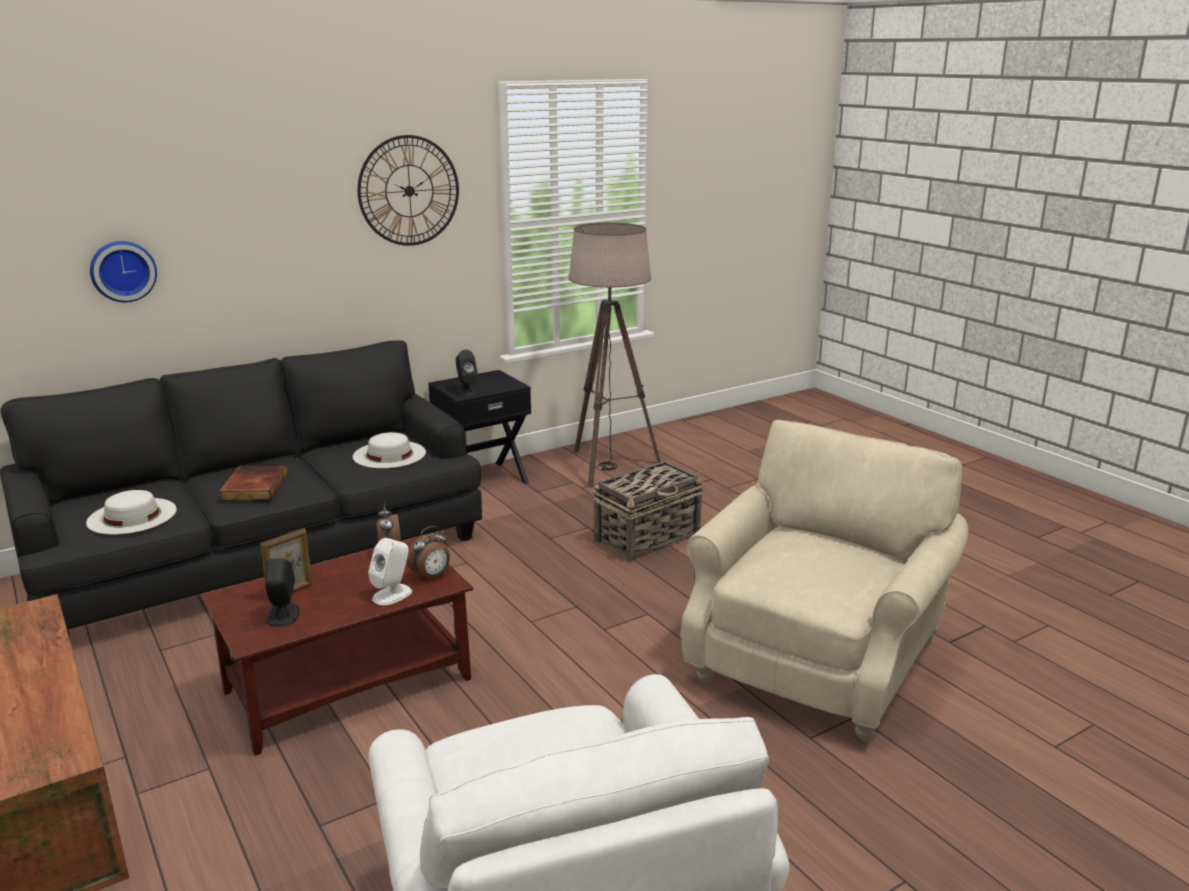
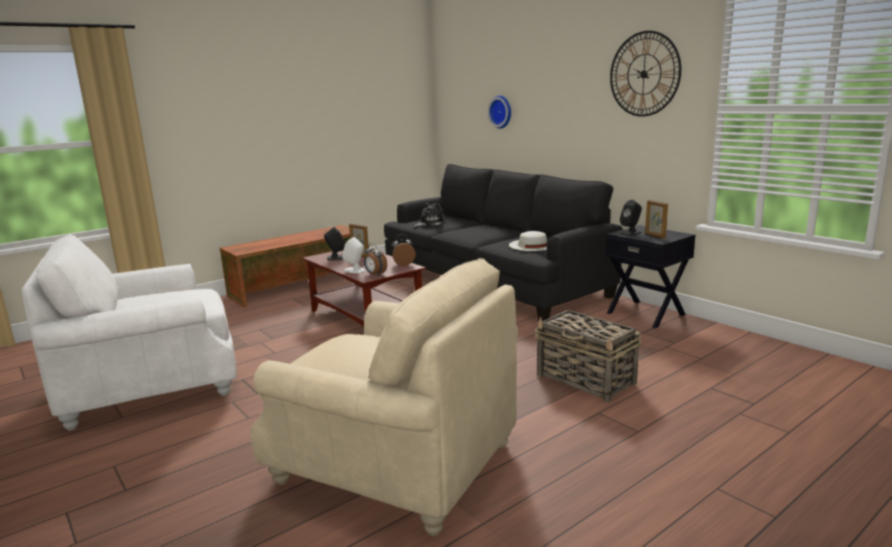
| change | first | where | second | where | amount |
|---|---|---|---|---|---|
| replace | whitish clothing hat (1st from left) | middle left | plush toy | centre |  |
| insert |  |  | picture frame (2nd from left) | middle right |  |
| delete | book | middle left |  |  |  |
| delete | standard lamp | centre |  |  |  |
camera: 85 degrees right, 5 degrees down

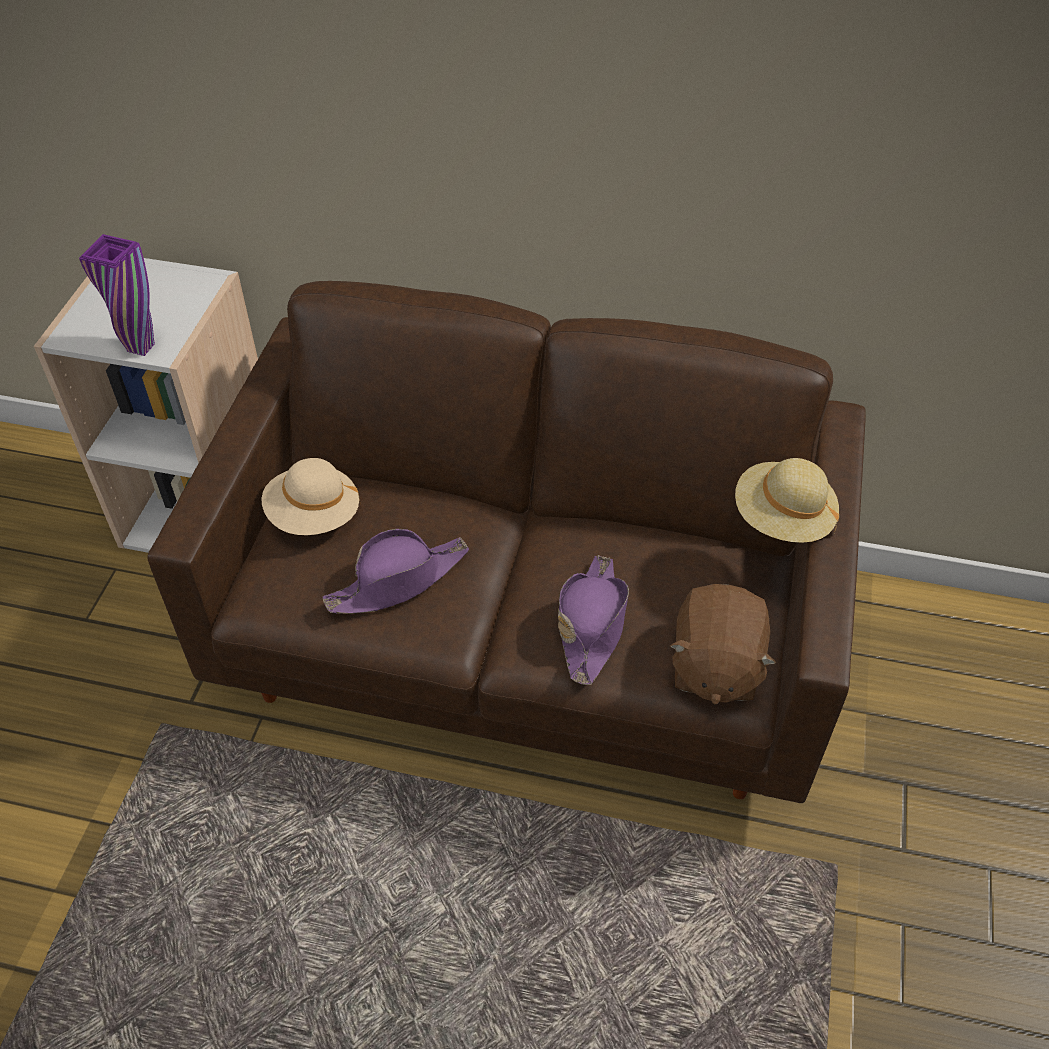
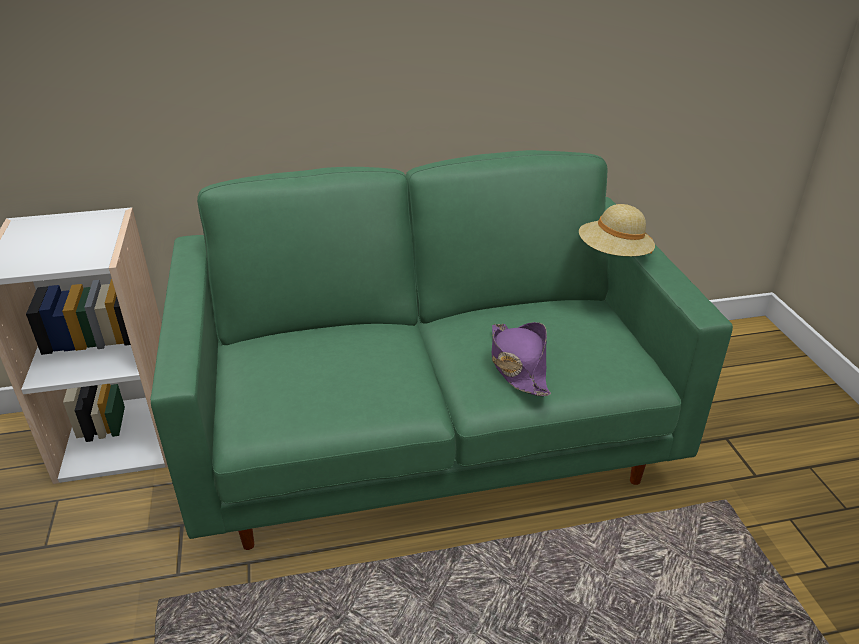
| change | first | where | second | where | amount |
|---|---|---|---|---|---|
| recolor | brown-coloured settee | centre | green settee | centre |  |
| delete | purple decorative vase | top left |  |  |  |
| delete | beige-coloured clothing hat (1st from left) | middle left |  |  |  |
| delete | purple clothing hat (1st from left) | centre |  |  |  |
| delete | brown-coloured plush toy | middle right |  |  |  |
camera: 25 degrees left, 15 degrees down

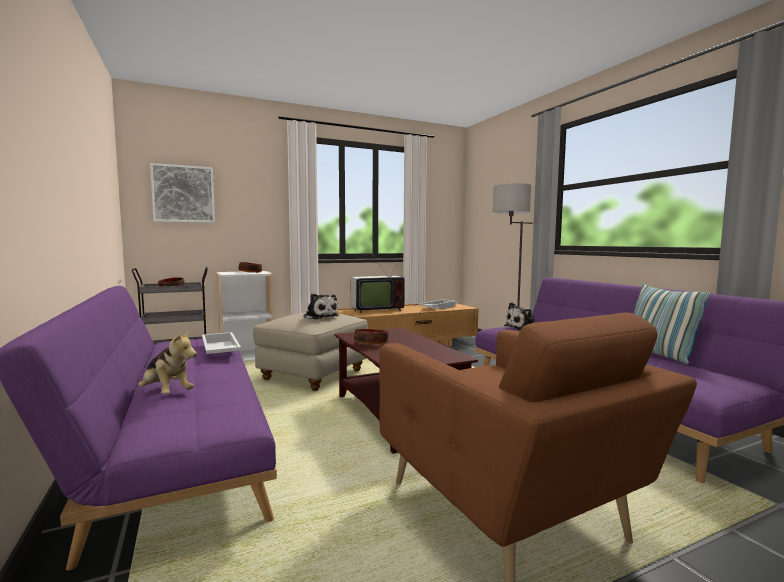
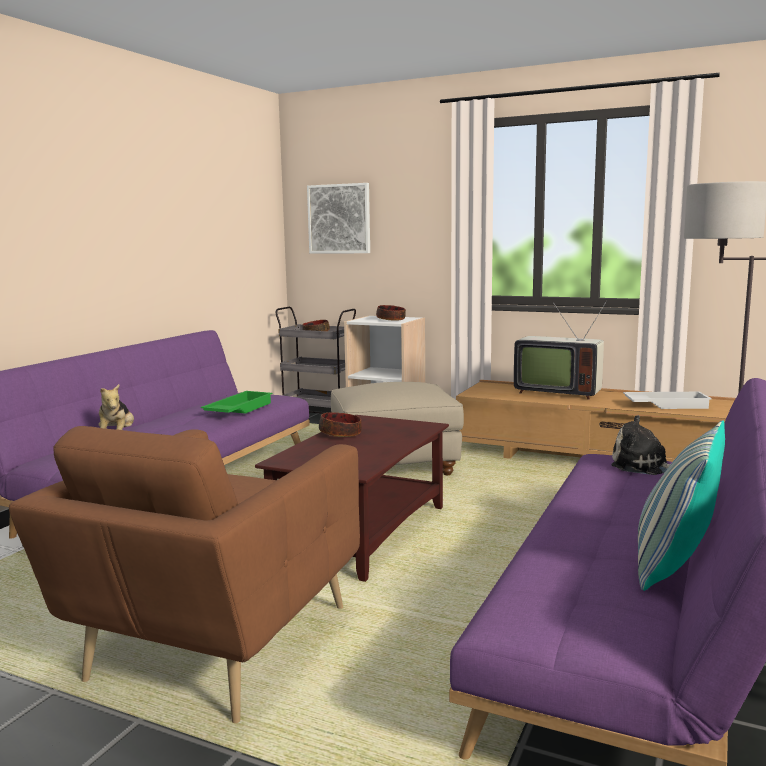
| change | first | where | second | where | amount |
|---|---|---|---|---|---|
| recolor | whitish carrying tray (1st from left) | middle left | green carrying tray | middle left |  |
| delete | plush toy (2nd from left) | centre |  |  |  |
camera: 50 degrees right, 5 degrees up

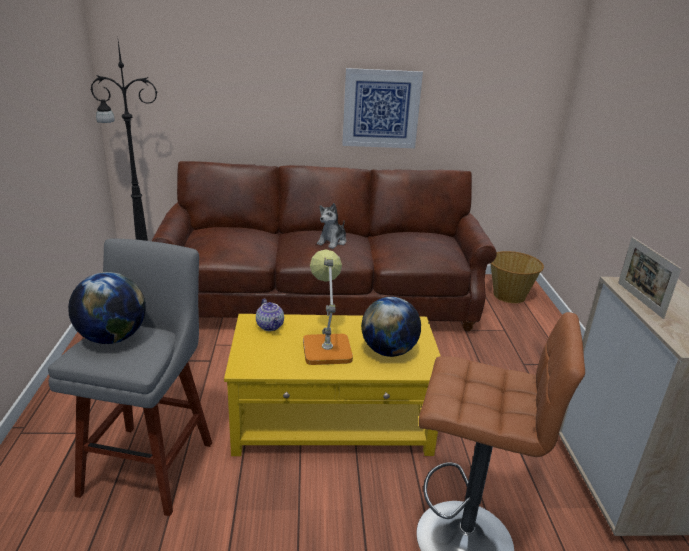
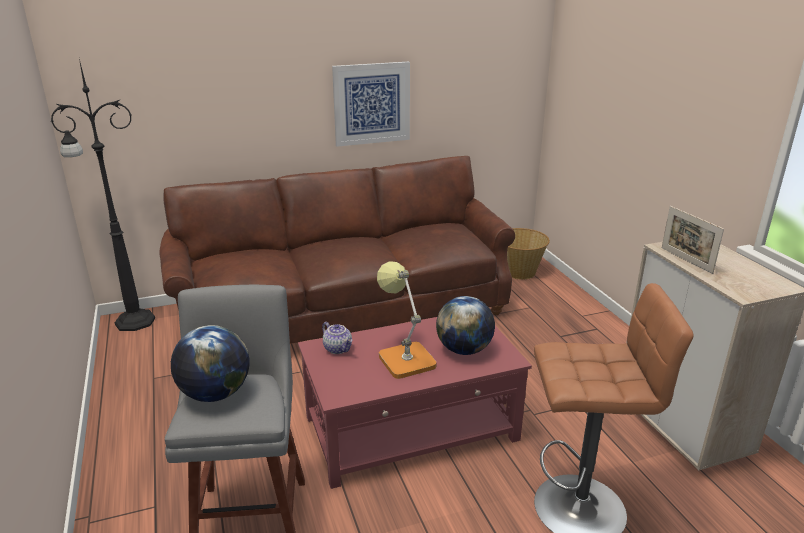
| change | first | where | second | where | amount |
|---|---|---|---|---|---|
| recolor | yellowish coffee table | bottom centre | red-coloured coffee table | bottom centre |  |
| delete | plush toy | centre |  |  |  |
camera: 15 degrees left, 0 degrees up

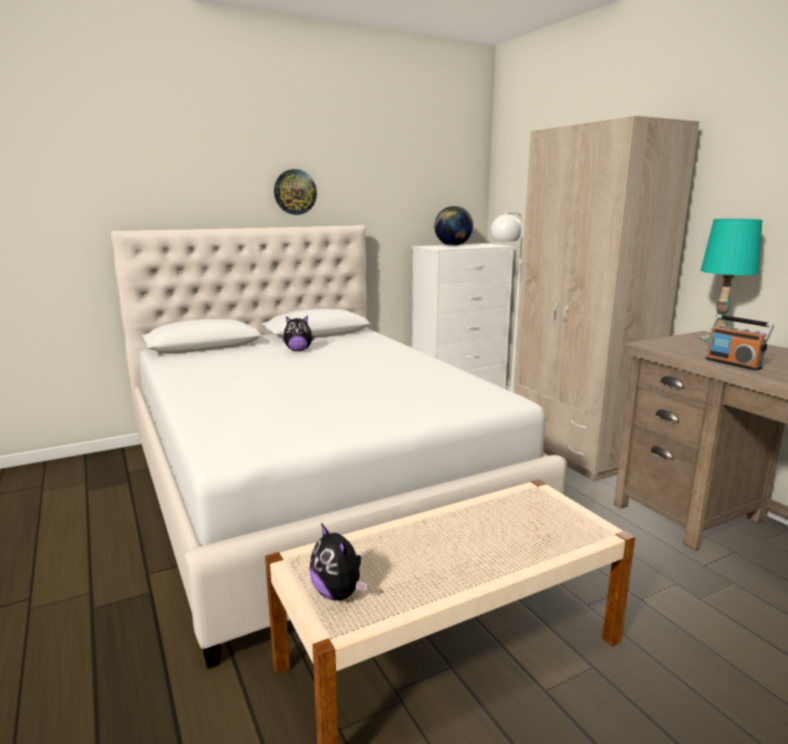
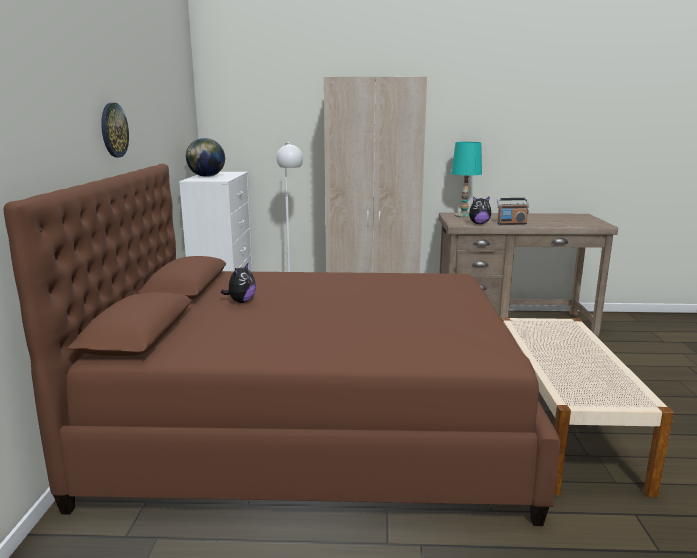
| change | first | where | second | where | amount |
|---|---|---|---|---|---|
| recolor | whitish sleeping bed | centre | brown-coloured sleeping bed | centre |  |
| move | plush toy (2nd from left) | bottom centre |  | middle right |  |
camera: 60 degrees left, 0 degrees up

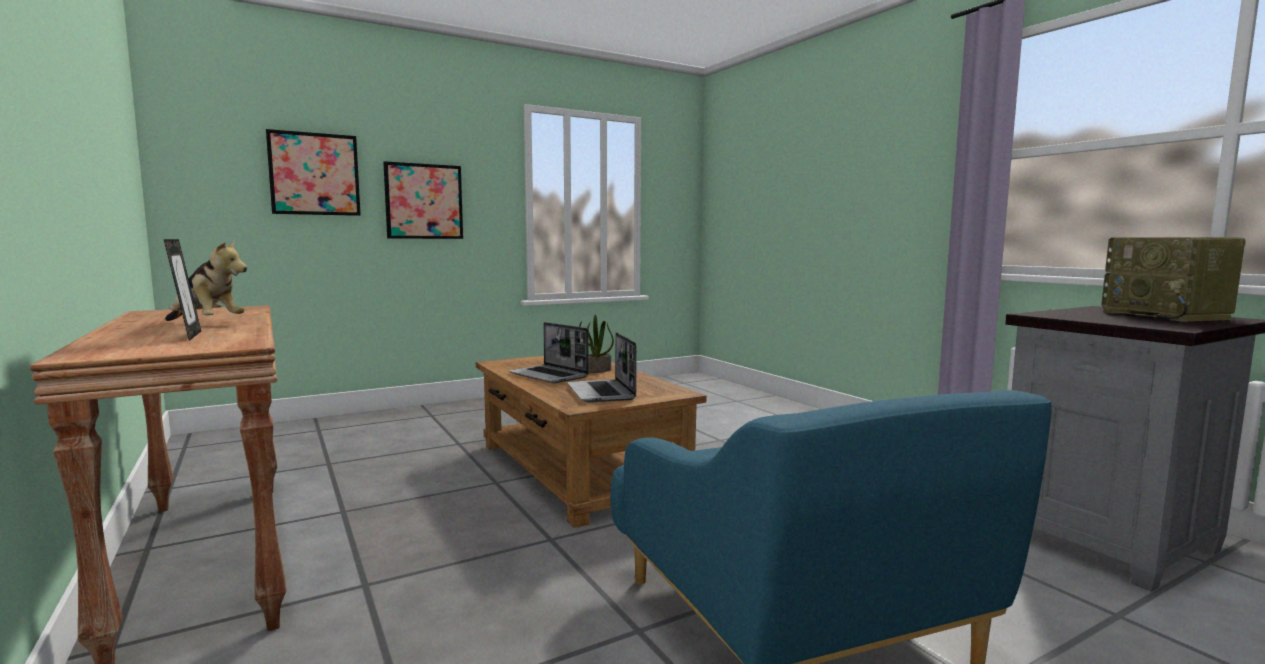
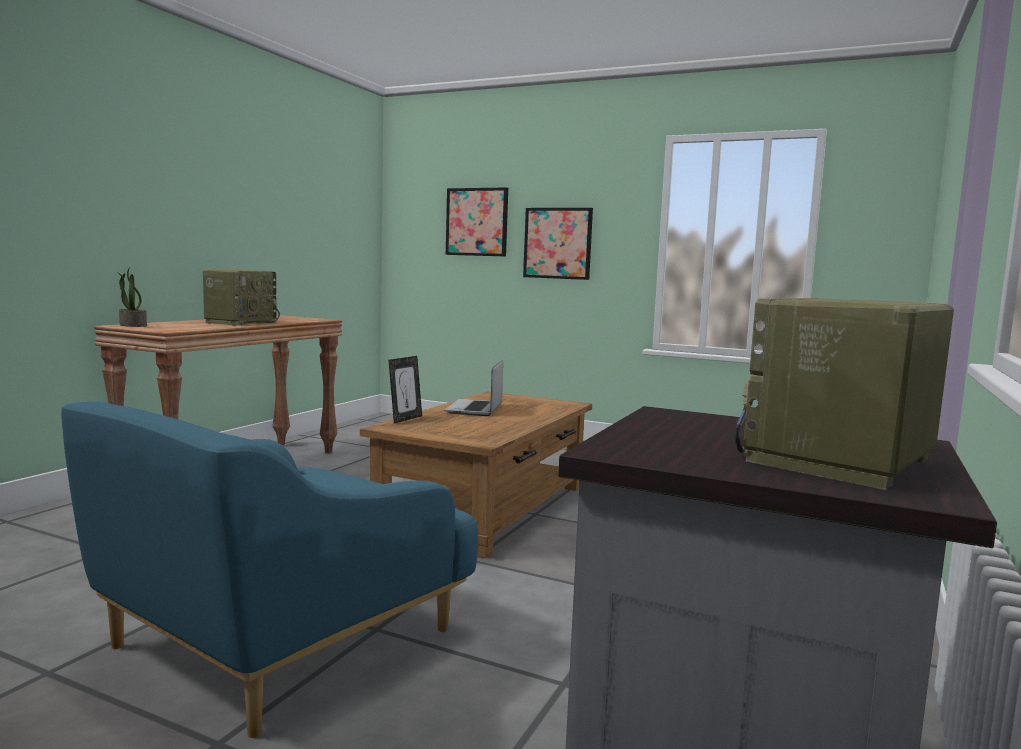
| change | first | where | second | where | amount |
|---|---|---|---|---|---|
| move | potted plant | centre |  | middle left |  |
| replace | plush toy | middle left | radio set (1st from left) | middle left |  |
| move | picture frame | middle left |  | centre |  |
| delete | laptop (2nd from left) | centre |  |  |  |
camera: 55 degrees right, 0 degrees up

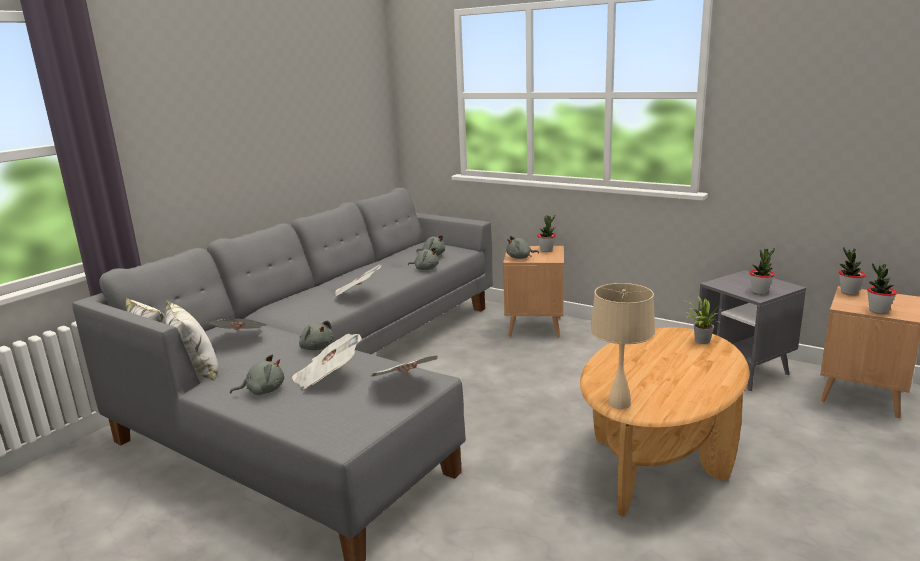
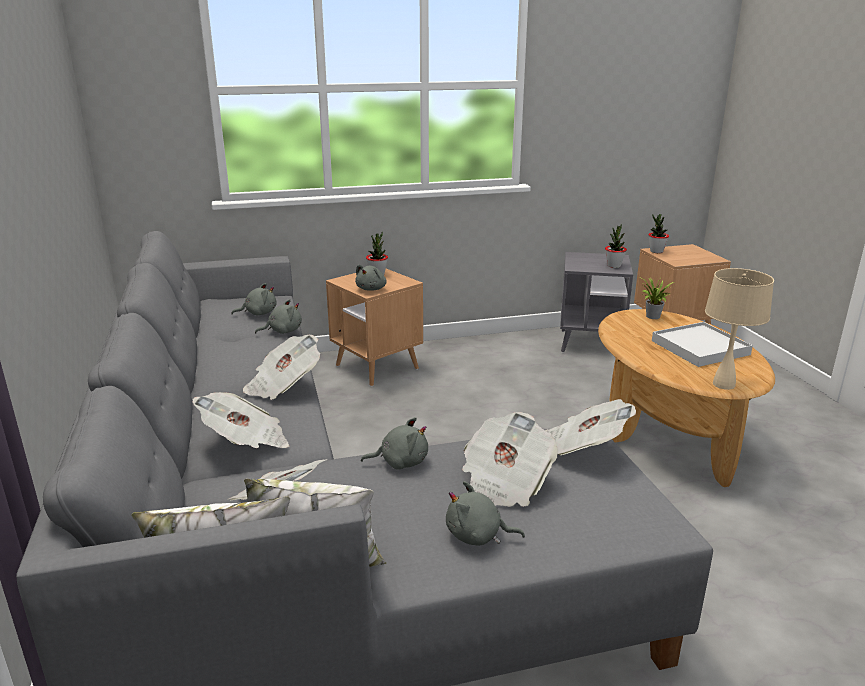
| change | first | where | second | where | amount |
|---|---|---|---|---|---|
| insert |  |  | printed paper (1st from left) | middle left |  |
| rotate | gray plush toy (1st from left in the first image) | bottom left | gray plush toy (5th from left) | bottom centre | 105 degrees counterclockwise |
| insert |  |  | whitish carrying tray | middle right |  |
| delete | potted plant (5th from left) | middle right |  |  |  |
camera: 50 degrees left, 5 degrees up

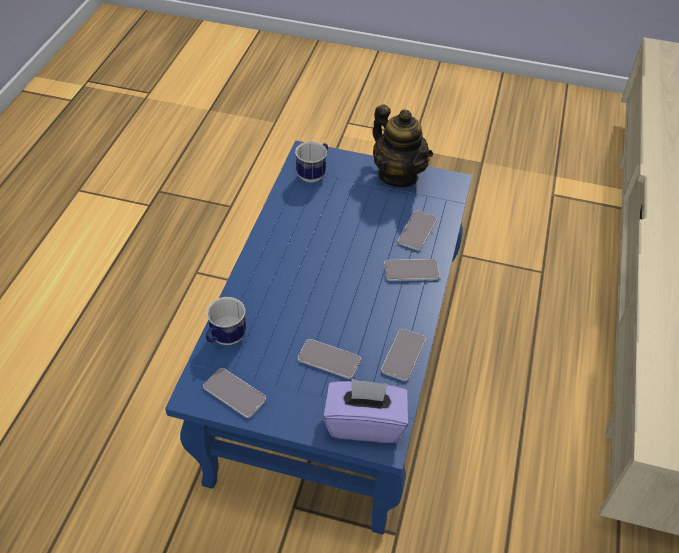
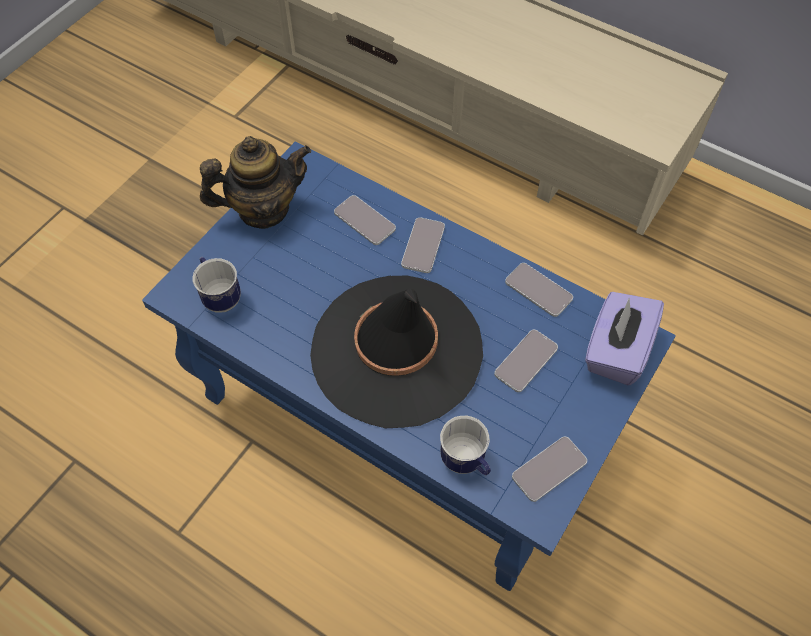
| change | first | where | second | where | amount |
|---|---|---|---|---|---|
| insert |  |  | blackish clothing hat | centre |  |
camera: 70 degrees left, 10 degrees up

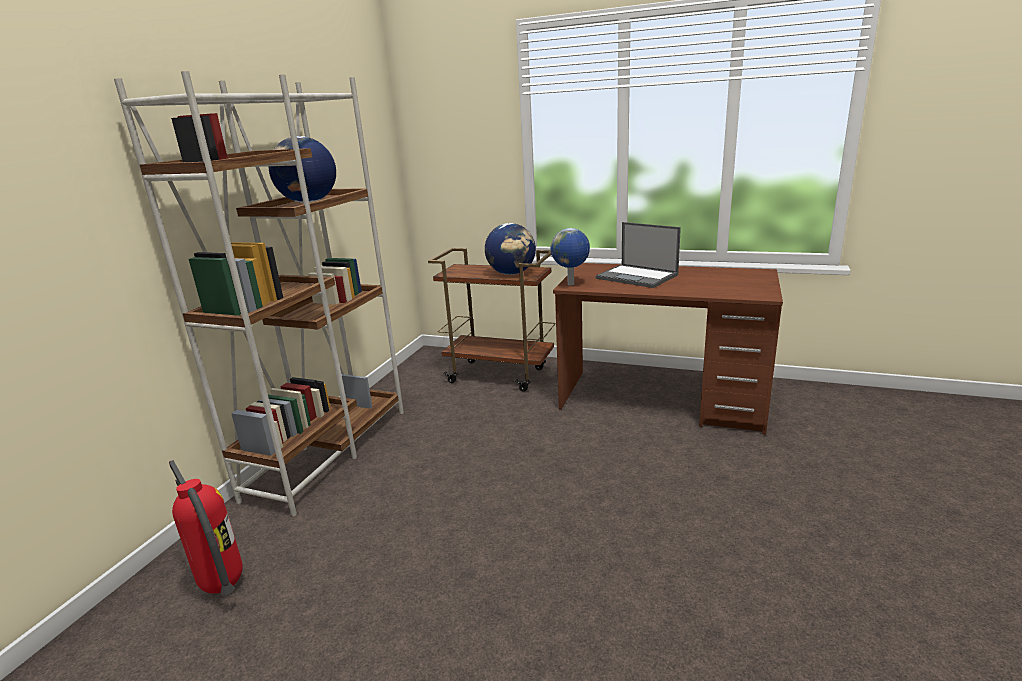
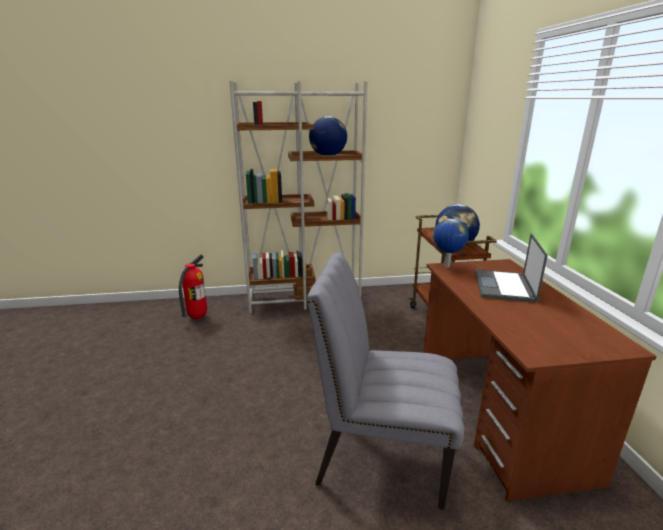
| change | first | where | second | where | amount |
|---|---|---|---|---|---|
| insert |  |  | gray upright chair | bottom centre |  |
camera: 60 degrees right, 0 degrees up

